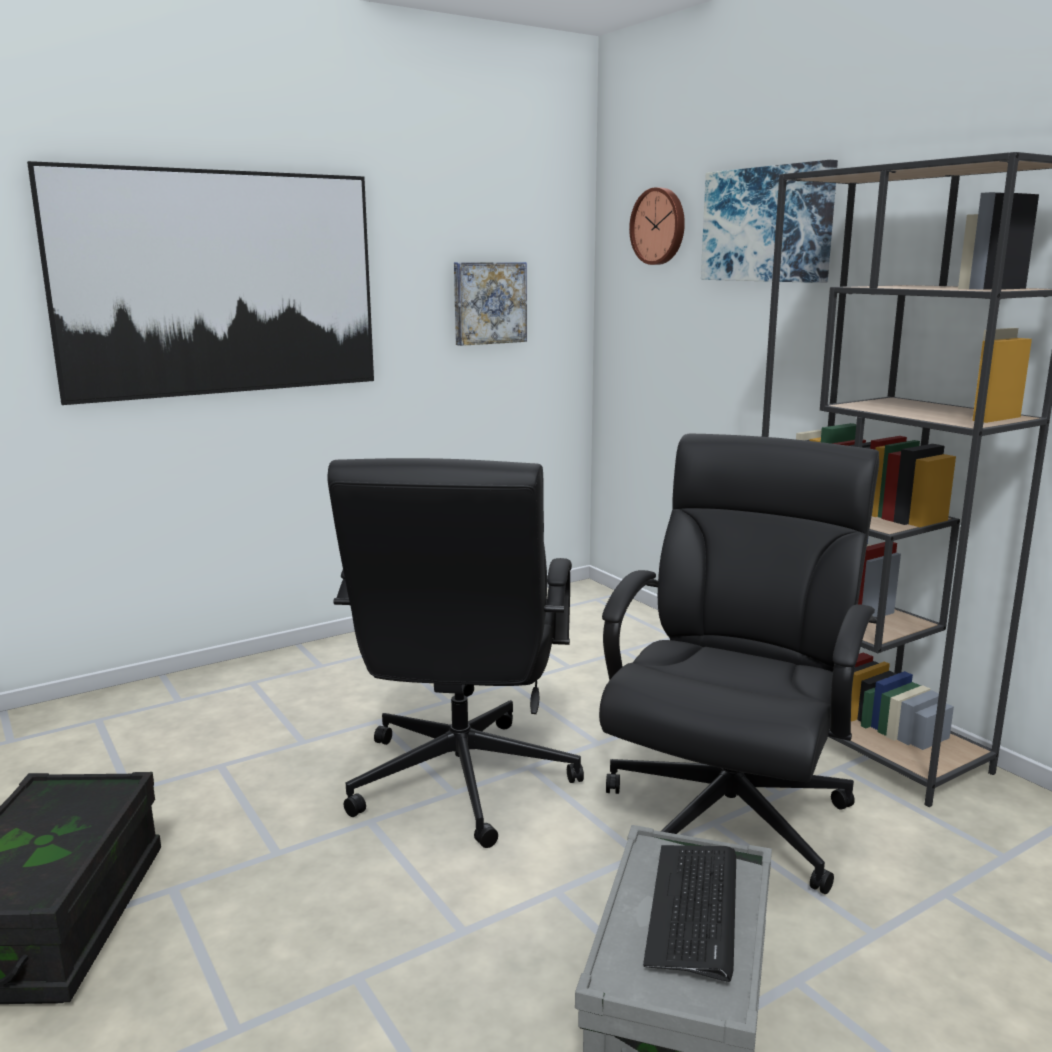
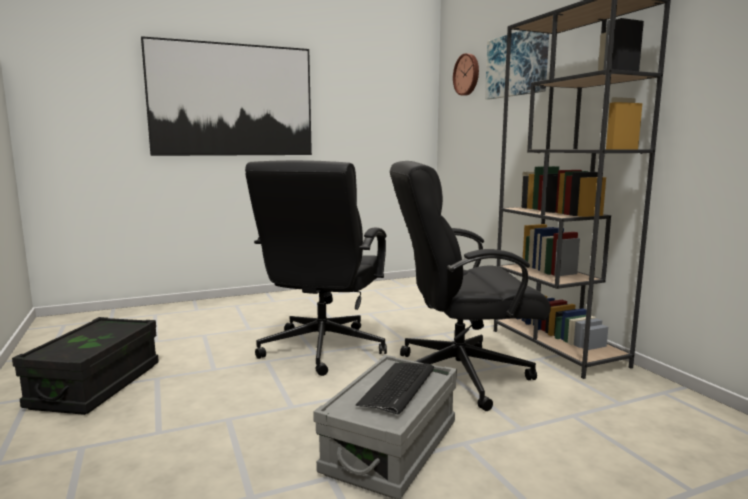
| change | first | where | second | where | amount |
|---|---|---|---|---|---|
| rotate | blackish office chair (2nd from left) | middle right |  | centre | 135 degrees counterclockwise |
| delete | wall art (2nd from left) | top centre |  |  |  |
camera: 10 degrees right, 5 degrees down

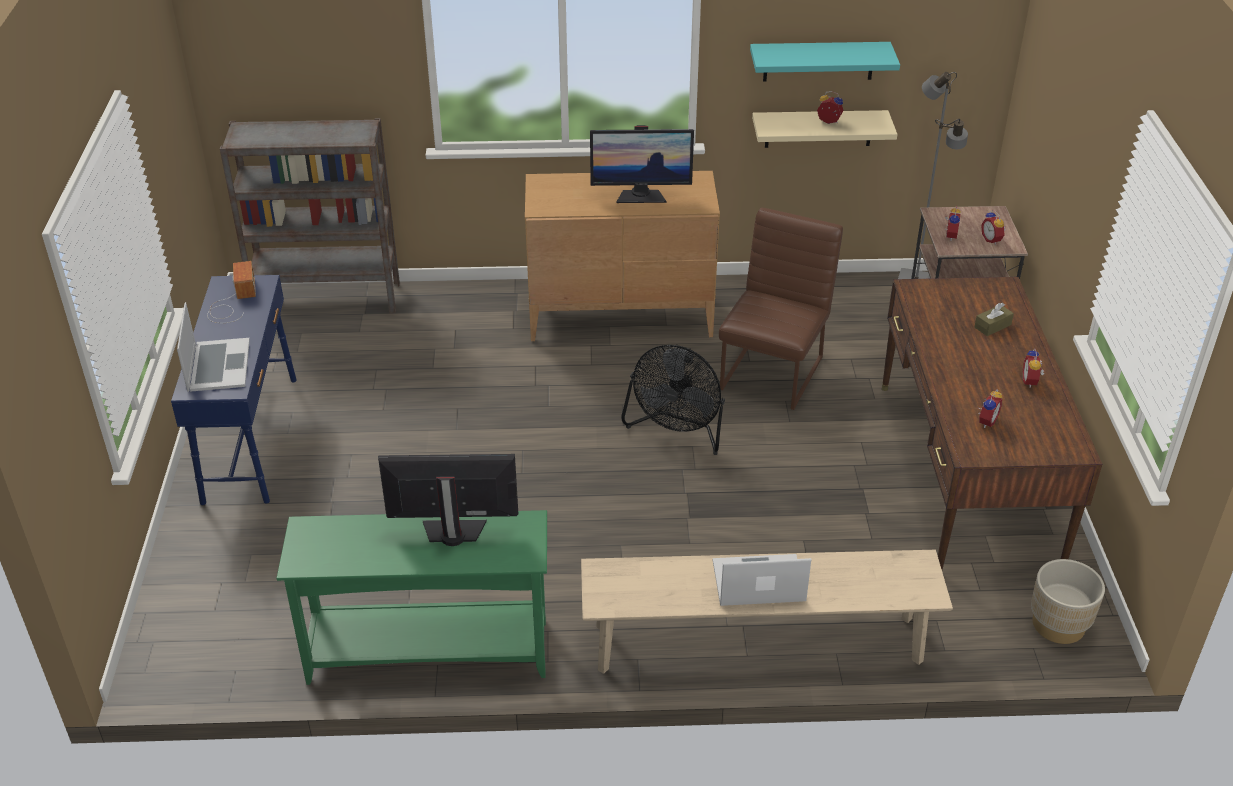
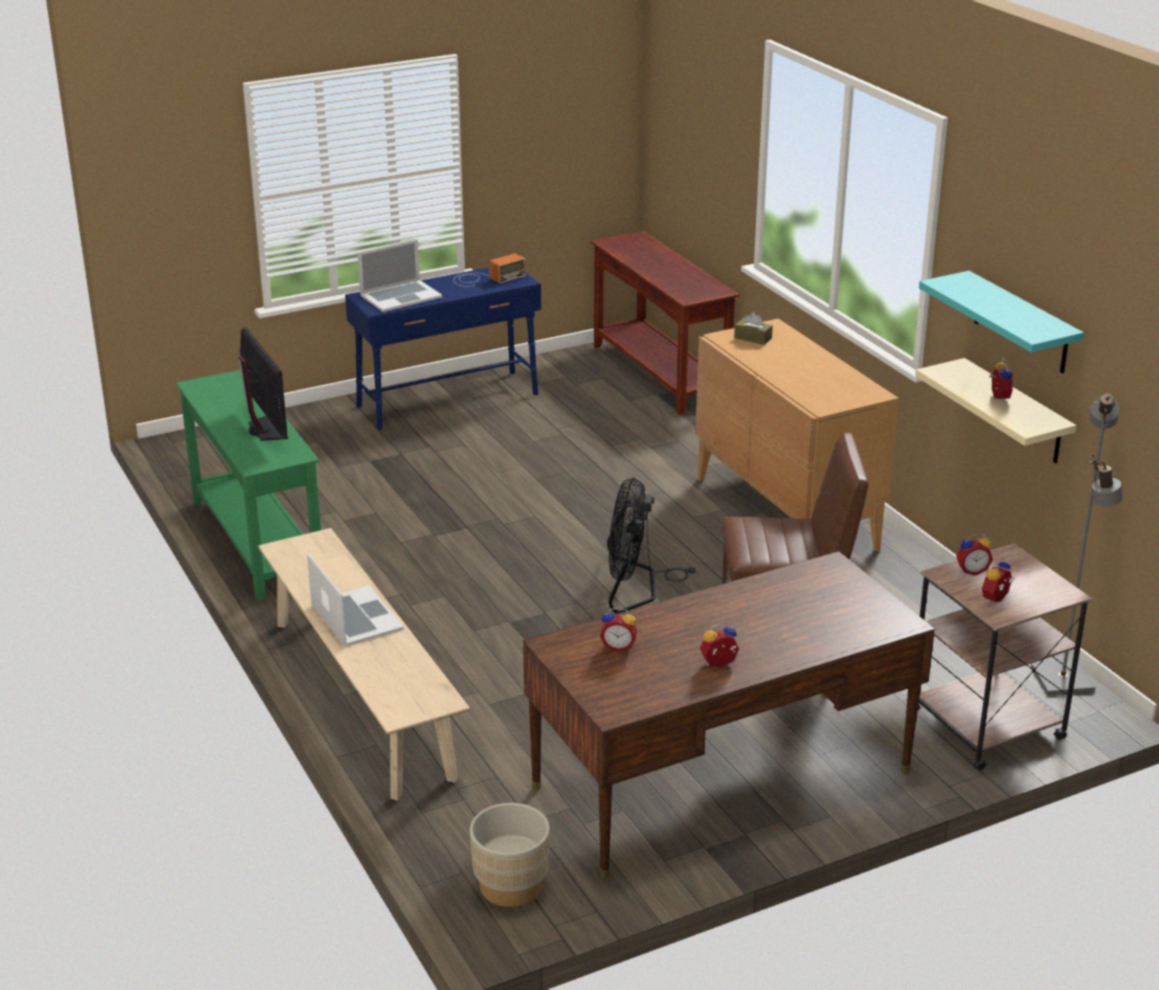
| change | first | where | second | where | amount |
|---|---|---|---|---|---|
| replace | gray shelving unit | top left | brown-coloured console table | top centre |  |
| move | brown-coloured box of tissues | middle right |  | top centre |  |
| delete | computer screen (2nd from left) | top centre |  |  |  |
camera: 65 degrees right, 10 degrees down

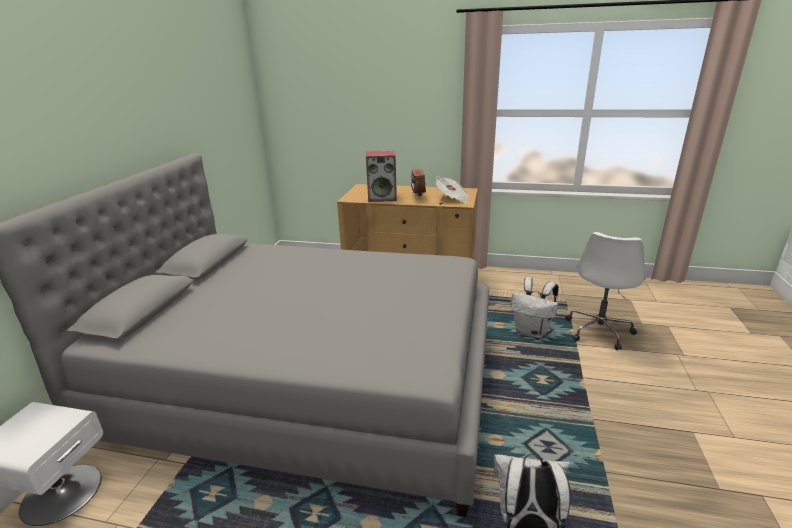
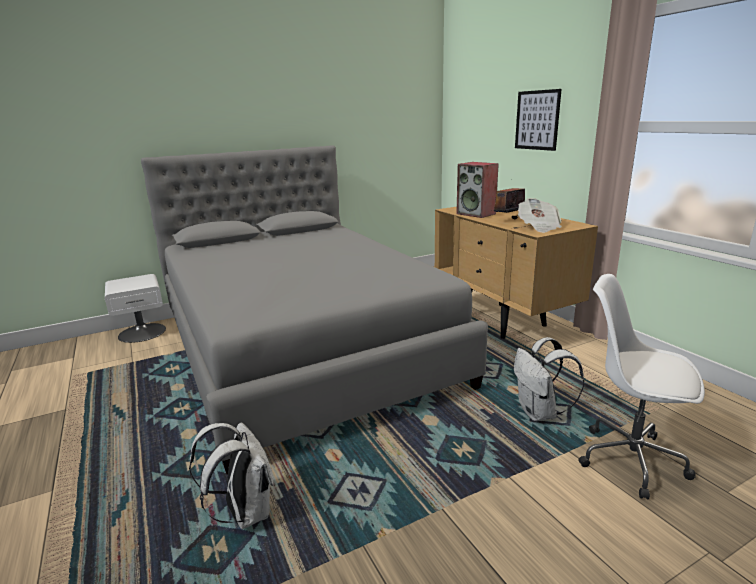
| change | first | where | second | where | amount |
|---|---|---|---|---|---|
| insert |  |  | wall art | top right |  |
| rotate | whitish office chair | middle right |  | middle right | 45 degrees clockwise |
camera: 50 degrees right, 5 degrees down

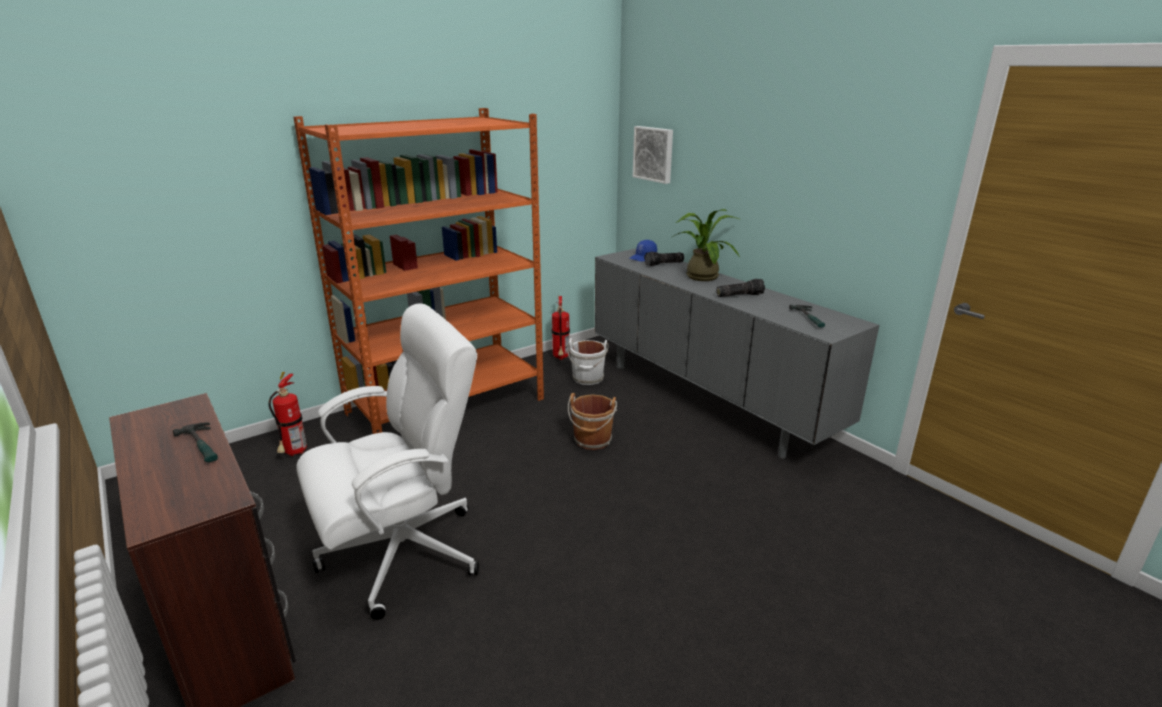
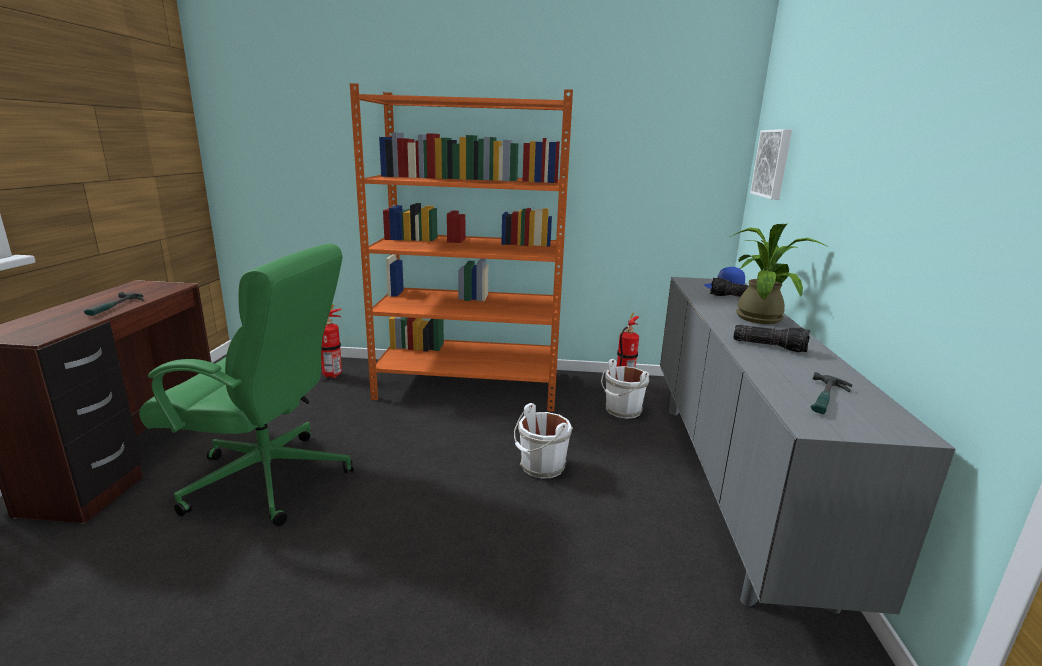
| change | first | where | second | where | amount |
|---|---|---|---|---|---|
| recolor | whitish office chair | middle left | green office chair | middle left |  |
| recolor | brown-coloured bucket | centre | whitish bucket (1st from left) | centre |  |
camera: 40 degrees right, 5 degrees down

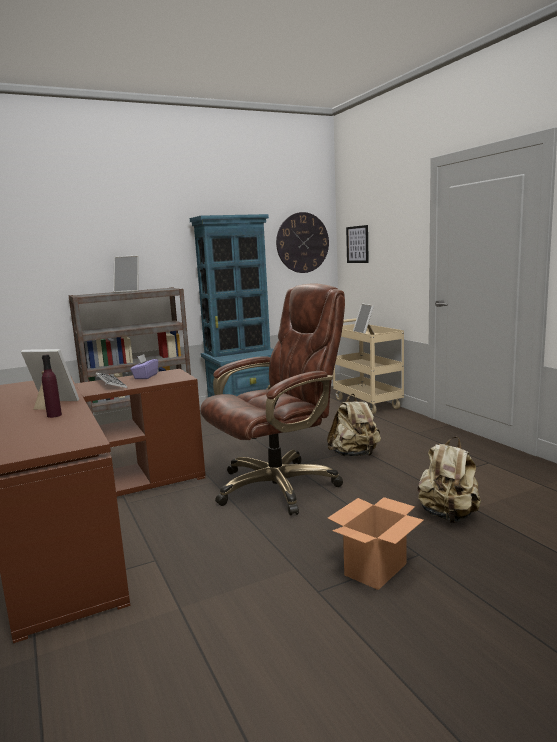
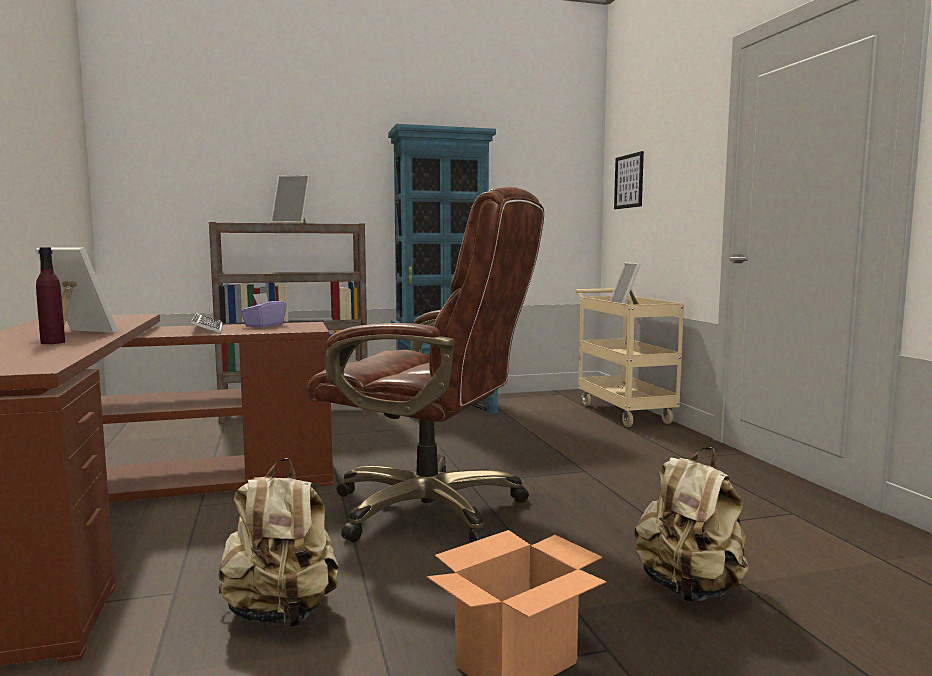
| change | first | where | second | where | amount |
|---|---|---|---|---|---|
| move | beige-coloured rucksack (1st from left) | centre |  | bottom left |  |
| rotate | brown-coloured office chair | centre |  | centre | 45 degrees clockwise |
| delete | wall clock | top centre |  |  |  |
camera: 10 degrees right, 5 degrees down

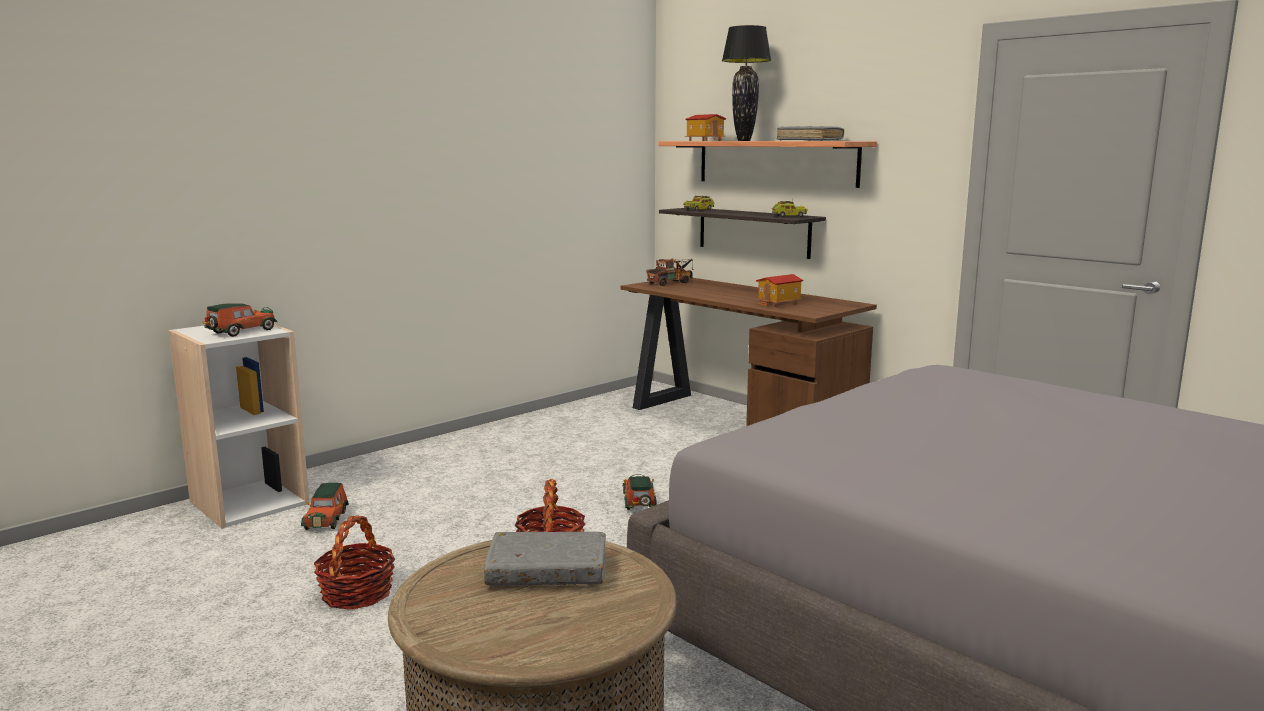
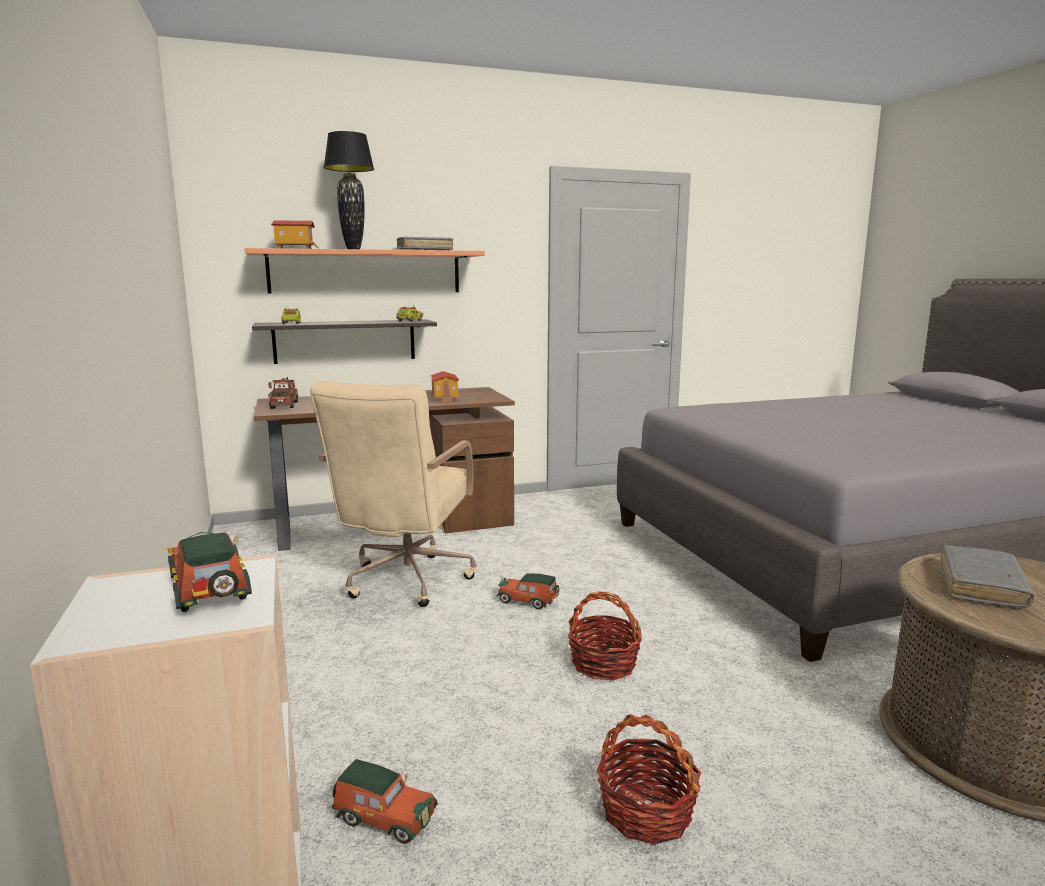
| change | first | where | second | where | amount |
|---|---|---|---|---|---|
| insert |  |  | beige-coloured office chair | centre |  |
camera: 65 degrees left, 0 degrees up

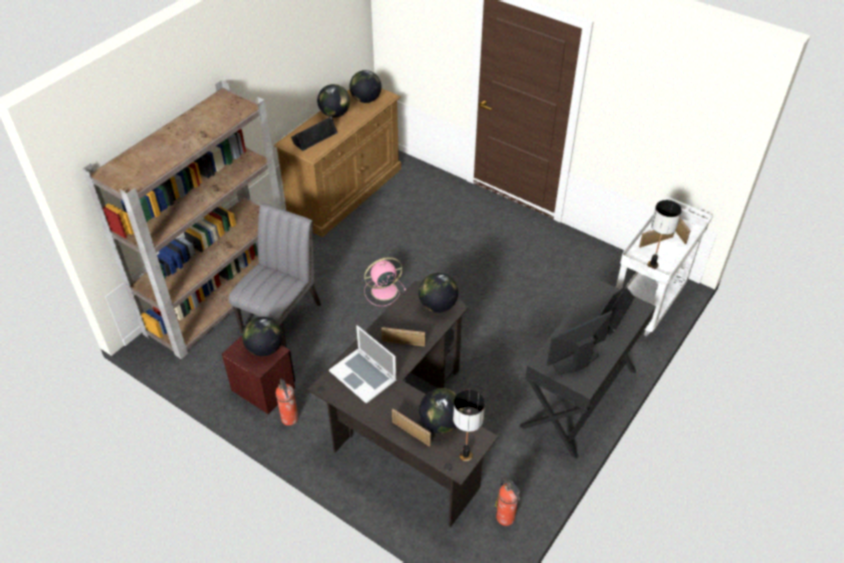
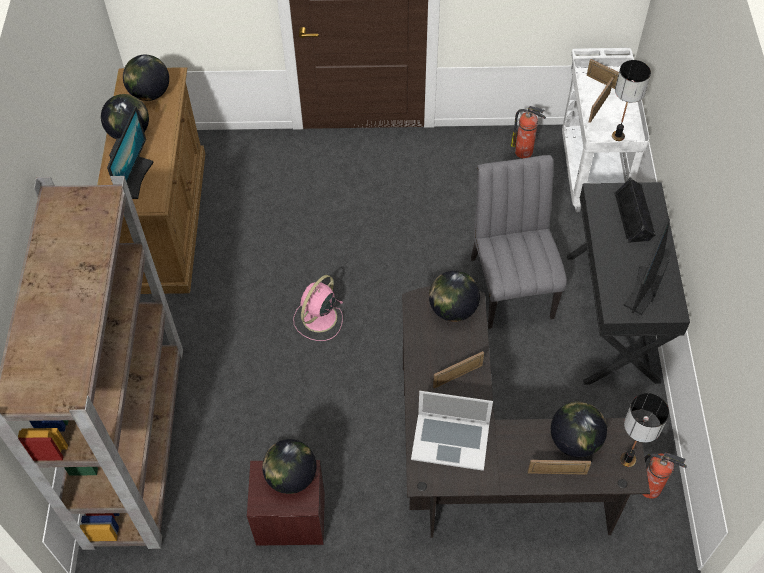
| change | first | where | second | where | amount |
|---|---|---|---|---|---|
| replace | blackish audio speaker (1st from left) | top centre | computer screen (1st from left) | top left |  |
| move | gray upright chair | middle left |  | middle right |  |
| move | extinguisher (1st from left) | bottom centre |  | top right |  |
camera: 35 degrees left, 10 degrees up

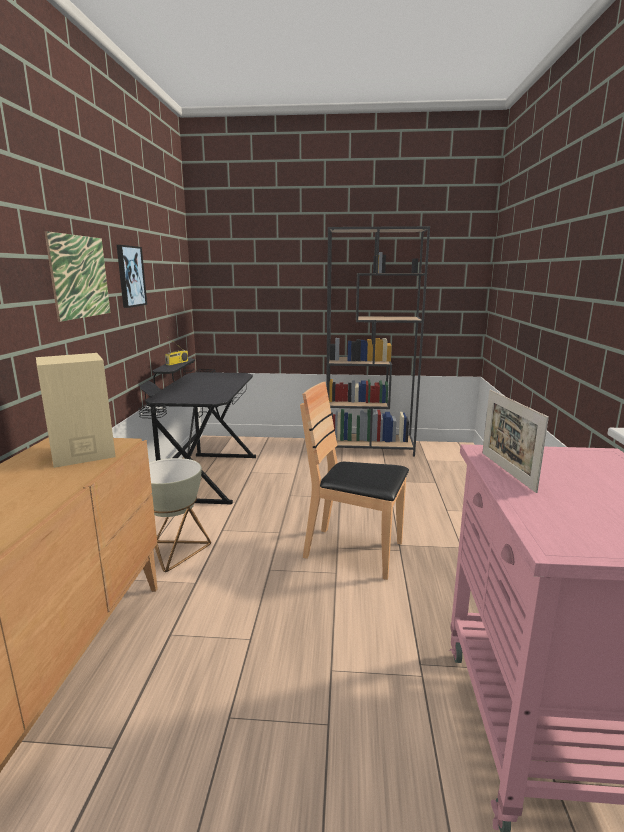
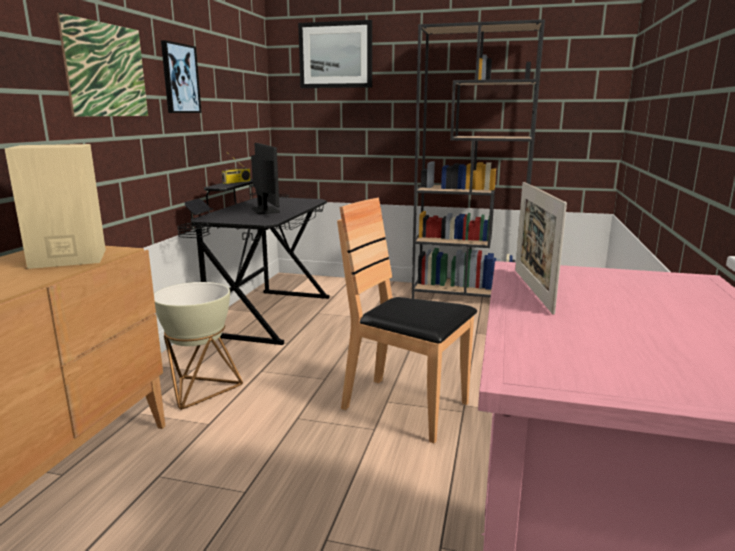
| change | first | where | second | where | amount |
|---|---|---|---|---|---|
| insert |  |  | computer screen | top centre |  |
| insert |  |  | wall art (3rd from left) | top centre |  |
camera: 10 degrees right, 0 degrees up

